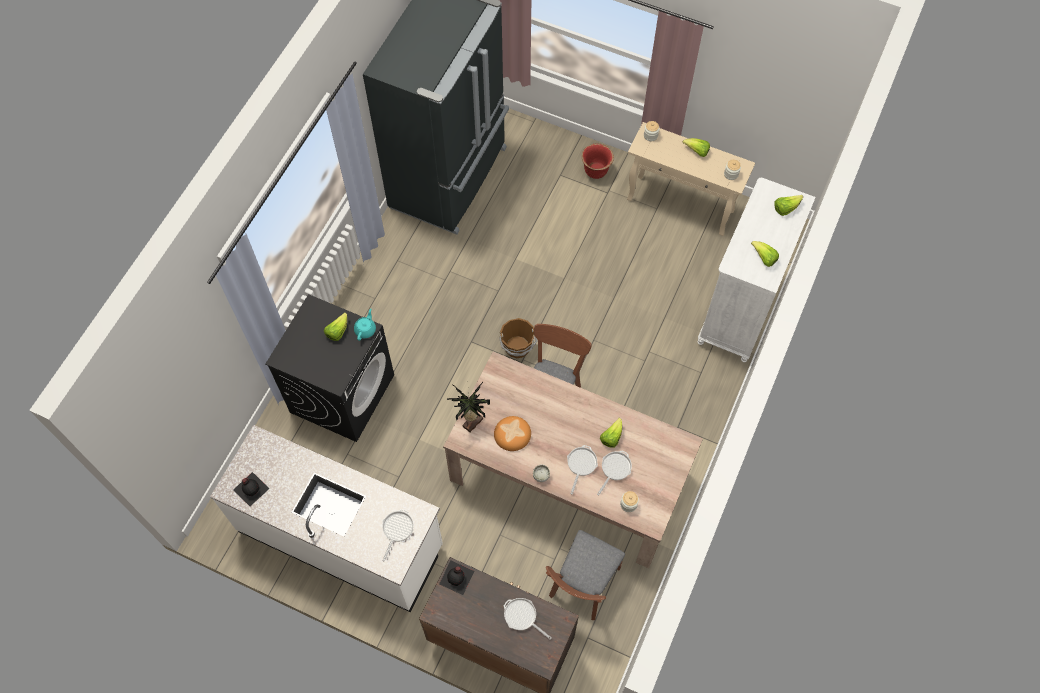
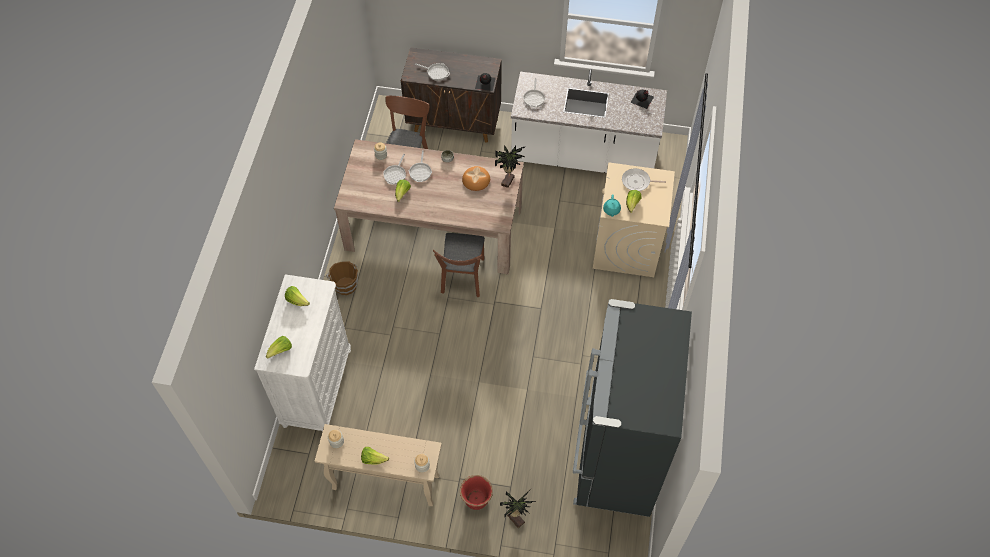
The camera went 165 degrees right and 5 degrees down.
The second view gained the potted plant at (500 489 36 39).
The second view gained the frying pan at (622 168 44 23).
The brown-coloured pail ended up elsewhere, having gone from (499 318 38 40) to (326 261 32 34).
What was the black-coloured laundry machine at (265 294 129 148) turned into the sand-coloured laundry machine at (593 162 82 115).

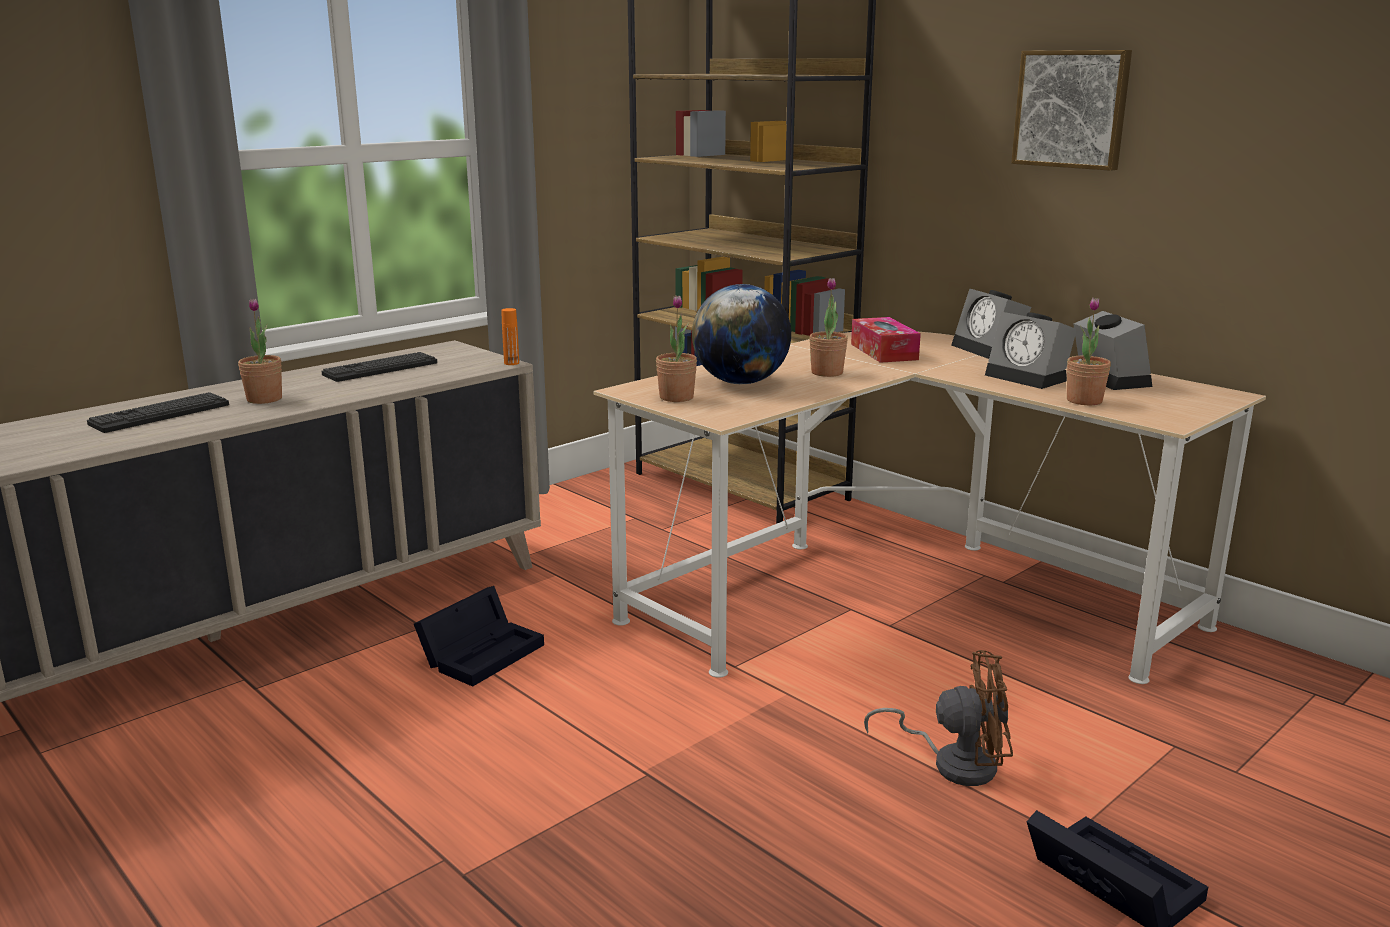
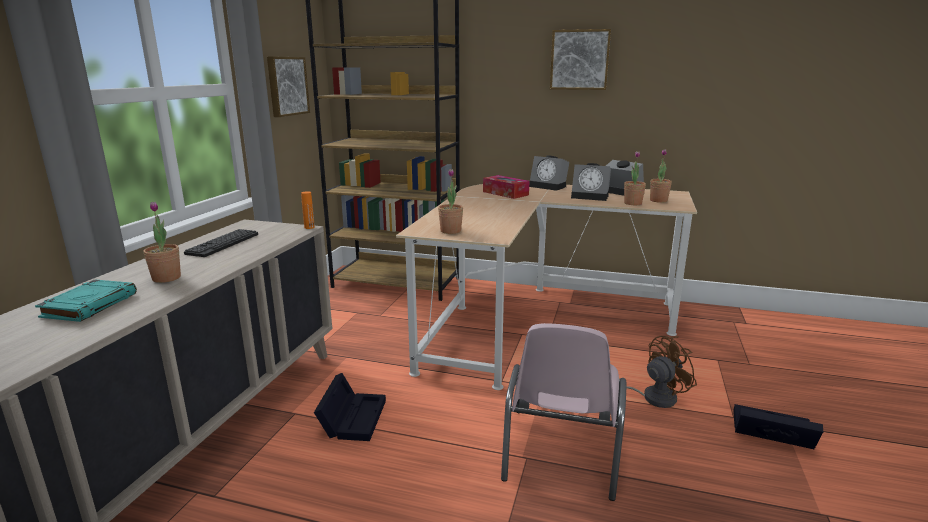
The camera went 30 degrees left and 0 degrees up.
The second view lost the world globe at (692 284 99 100).
The second view gained the picture at (267 56 43 61).
The second view gained the pink-coloured plain chair at (501 323 126 178).
The potted plant ended up elsewhere, having gone from (809 278 39 99) to (650 149 22 54).
Where the computer keyboard stood at (87 392 142 41), the blue-green bound book came to stand at (35 279 102 43).

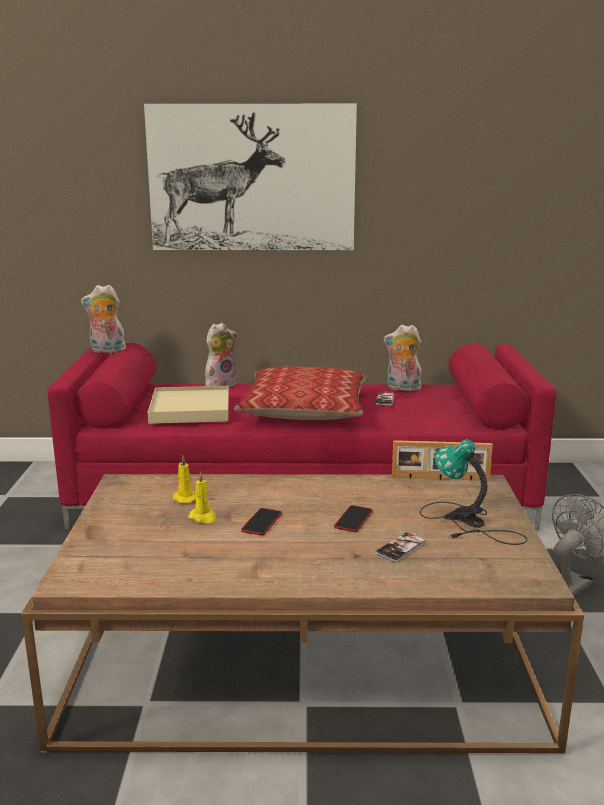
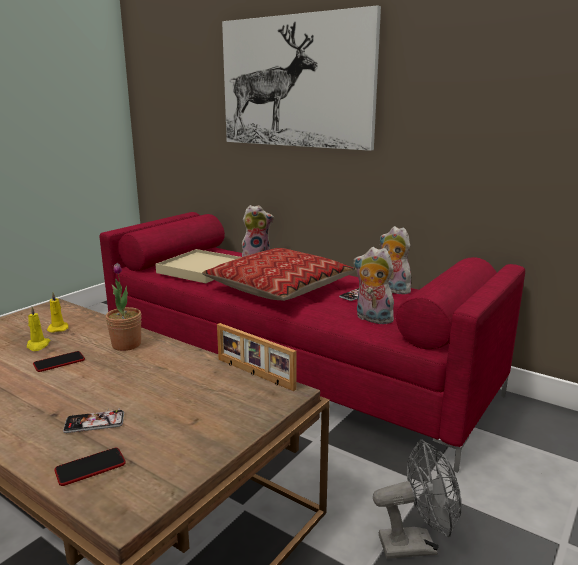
The camera went 35 degrees right and 0 degrees up.
The second view lost the lamp for a table at (420 439 107 106).
The second view gained the potted plant at (106 263 35 88).
The soft toy ended up elsewhere, having gone from (81 285 45 68) to (353 247 41 78).
The telephone ended up elsewhere, having gone from (334 505 39 27) to (55 448 71 38).

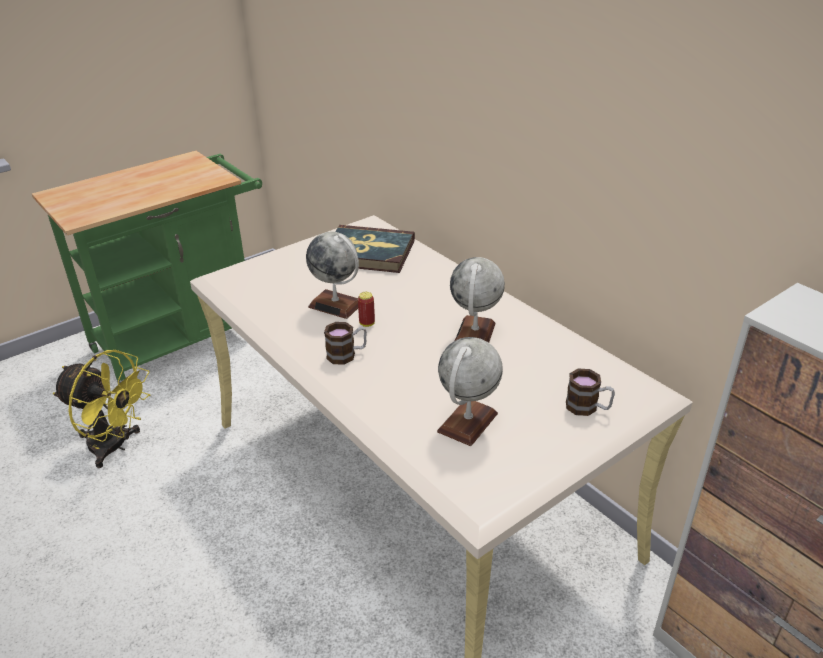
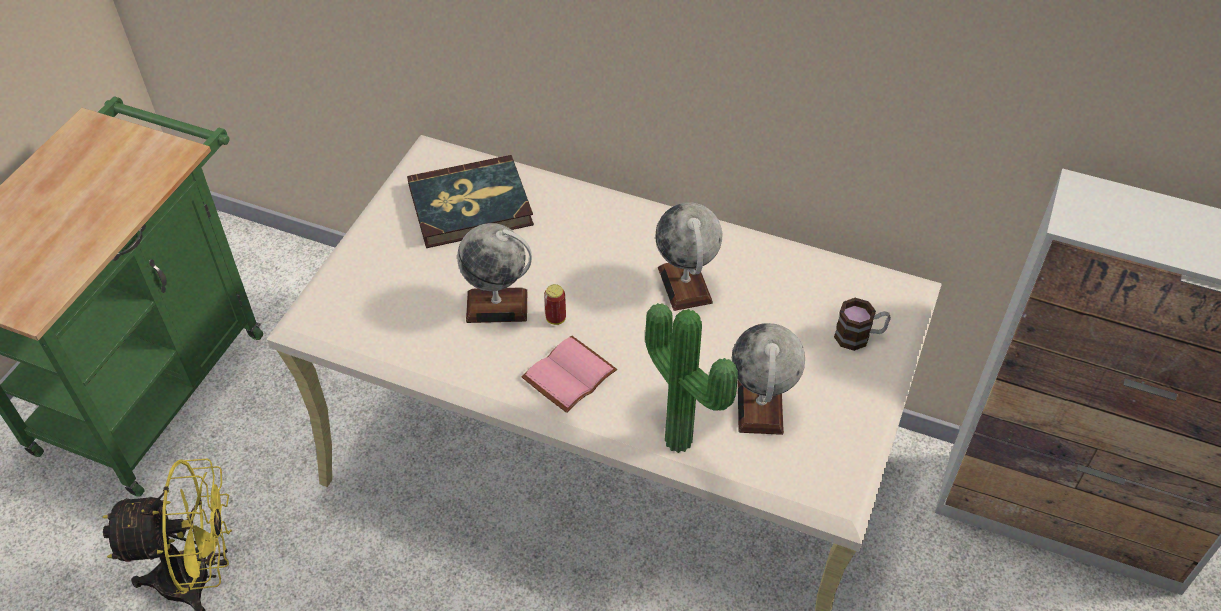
The camera went 30 degrees left and 15 degrees up.
The second view gained the potted plant at (645 303 93 150).
Where the tea mug stood at (324 322 43 43), the pink-coloured bound book came to stand at (521 336 96 77).

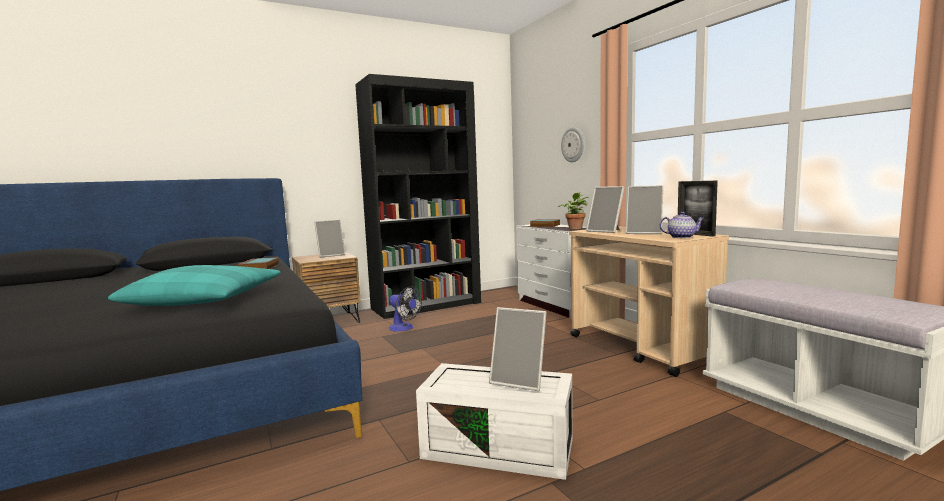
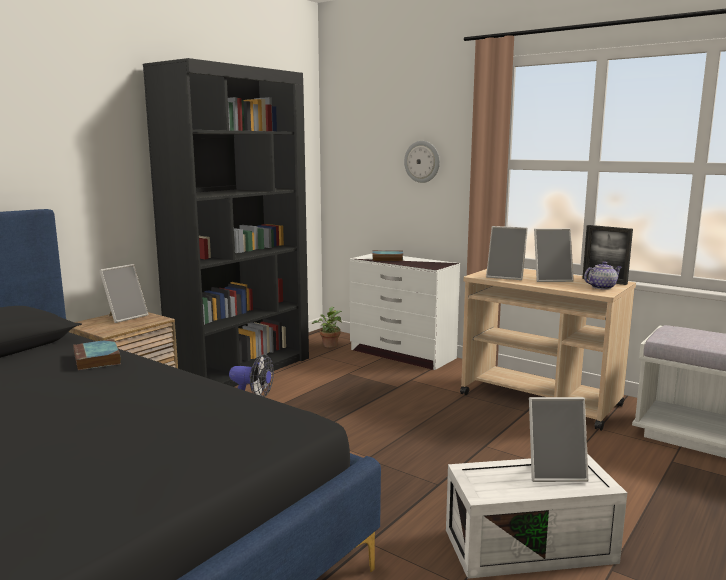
The camera went 25 degrees left and 5 degrees up.
The second view lost the blue-green throw pillow at (108 265 173 41).
The potted plant ended up elsewhere, having gone from (558 193 31 36) to (312 307 30 41).

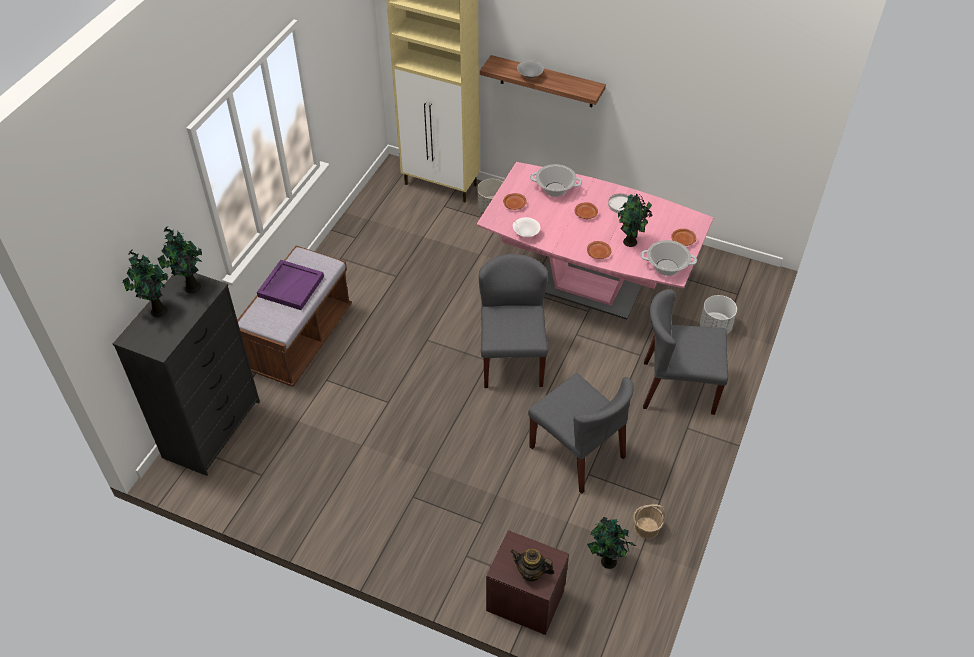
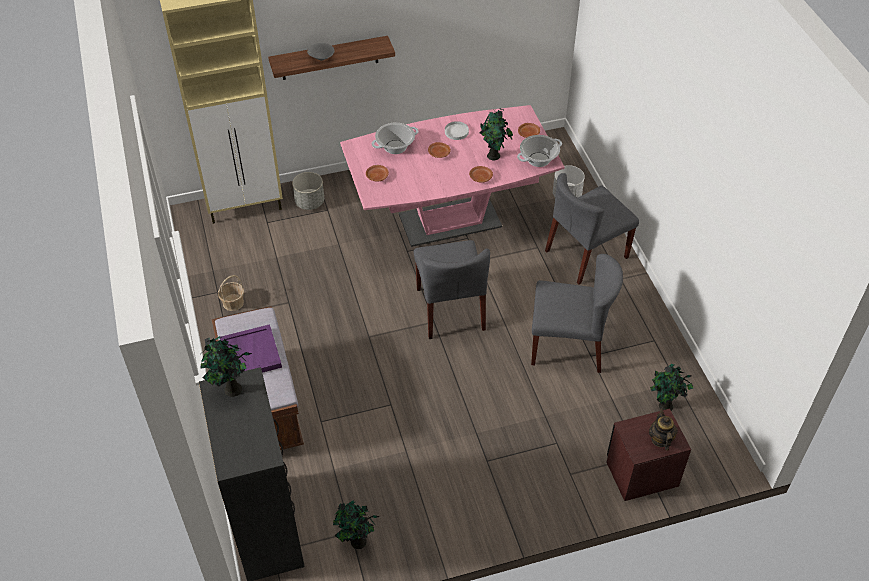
The camera went 40 degrees left and 0 degrees up.
The second view lost the white serving bowl at (513 217 28 20).
The potted plant ended up elsewhere, having gone from (122 250 46 67) to (333 500 47 49).
The basket ended up elsewhere, having gone from (633 505 32 35) to (218 275 26 36).
The greyish plain chair at (479 254 69 134) ended up facing another way, 150 degrees counterclockwise from before.
The pot for tea at (511 549 43 33) ended up facing another way, 105 degrees clockwise from before.

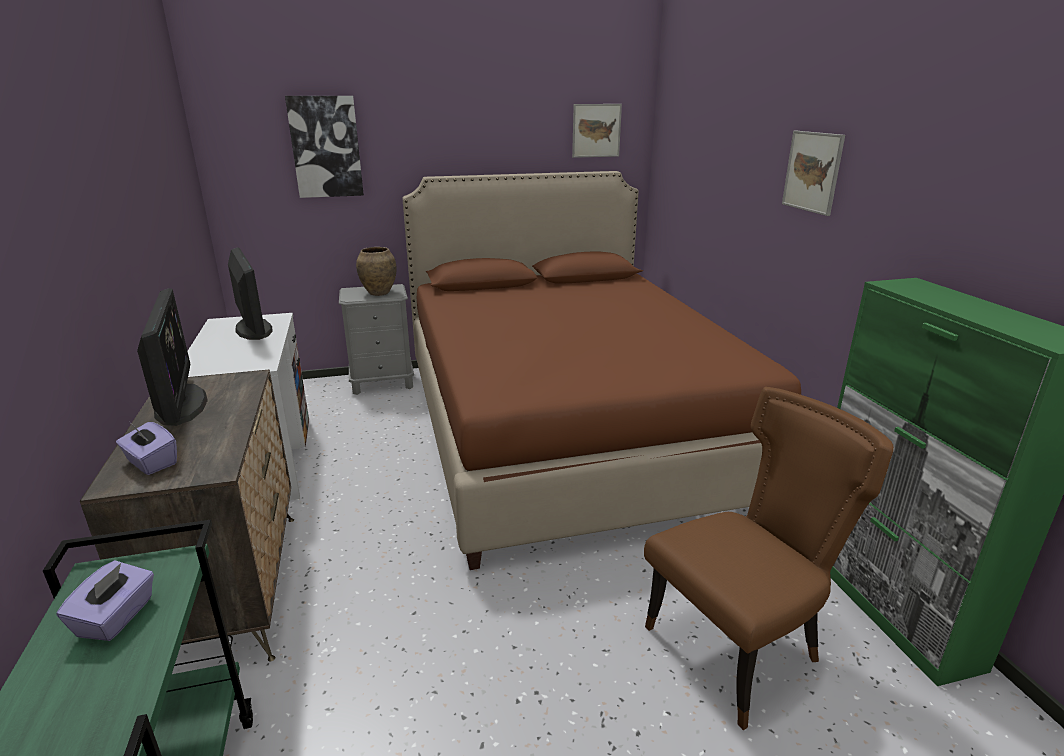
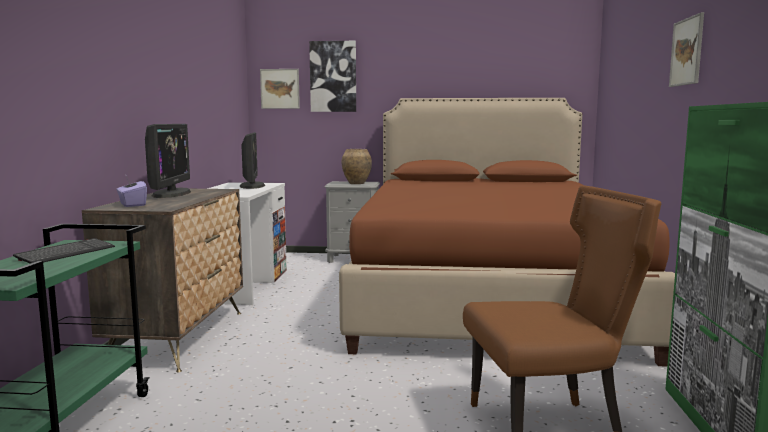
The camera went 20 degrees right and 15 degrees down.
The picture ended up elsewhere, having gone from (572 104 50 54) to (260 69 40 40).
Where the purplish tissue holder stood at (57 560 97 81), the computer keyboard came to stand at (13 238 102 26).

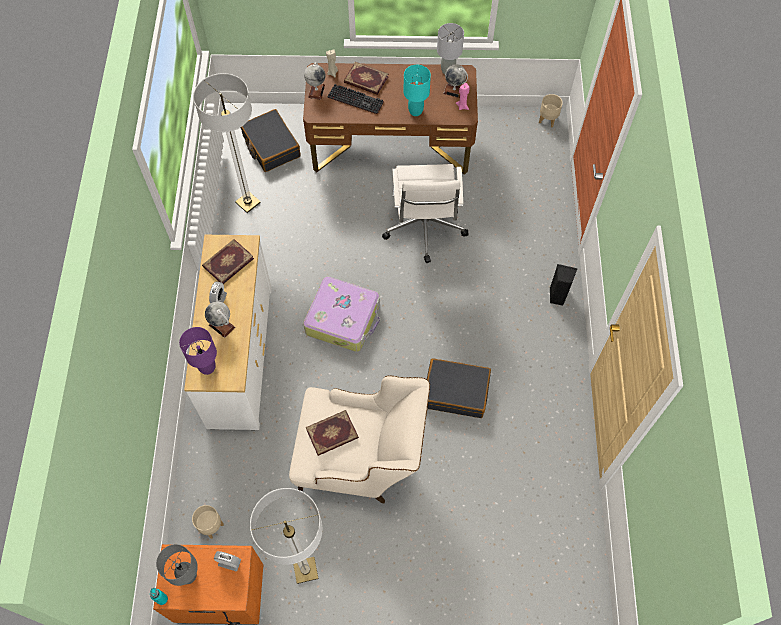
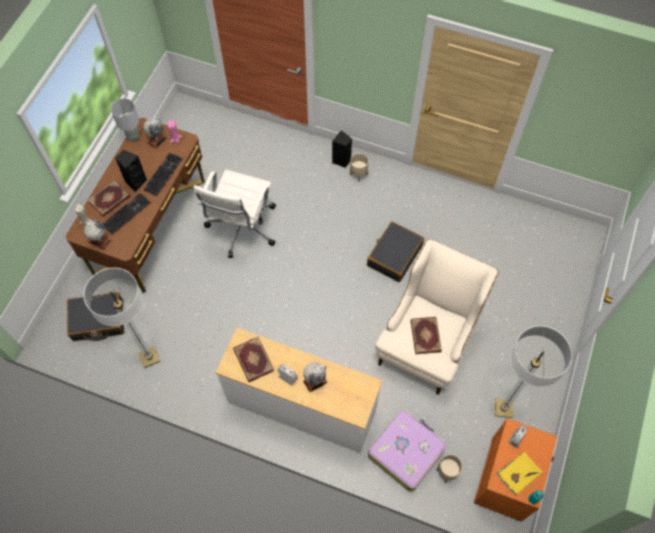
The camera went 70 degrees left and 0 degrees up.
The second view lost the purplish lamp for a table at (179 327 38 48).
The second view gained the black-coloured audio speaker at (115 150 32 42).
The travel case ended up elsewhere, having gone from (303 277 77 75) to (368 410 78 82).
The sand-coloured plant pot ended up elsewhere, having gone from (539 94 24 33) to (350 153 19 29).
Where the greyish lamp for a table stood at (156 544 42 42), the yellow-coloured bound book came to stand at (497 452 45 43).
Where the blue-green lamp for a table stood at (403 65 28 51), the computer keyboard came to stand at (144 152 38 44).
The white computer chair at (382 164 87 99) ended up facing another way, 90 degrees clockwise from before.

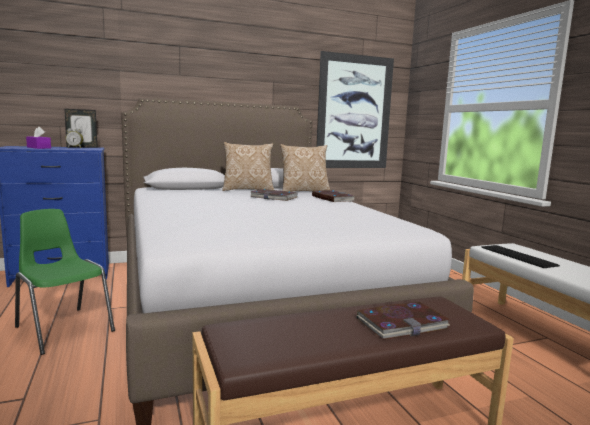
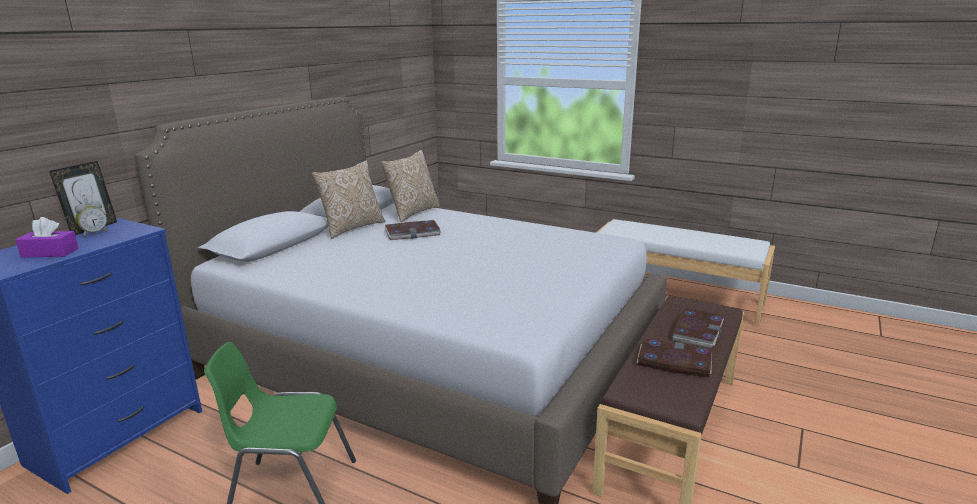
The camera went 40 degrees left and 10 degrees up.
The second view lost the picture at (316 51 78 117).
The second view lost the computer keyboard at (481 245 79 23).
The bound book ended up elsewhere, having gone from (312 190 44 12) to (636 338 76 39).

